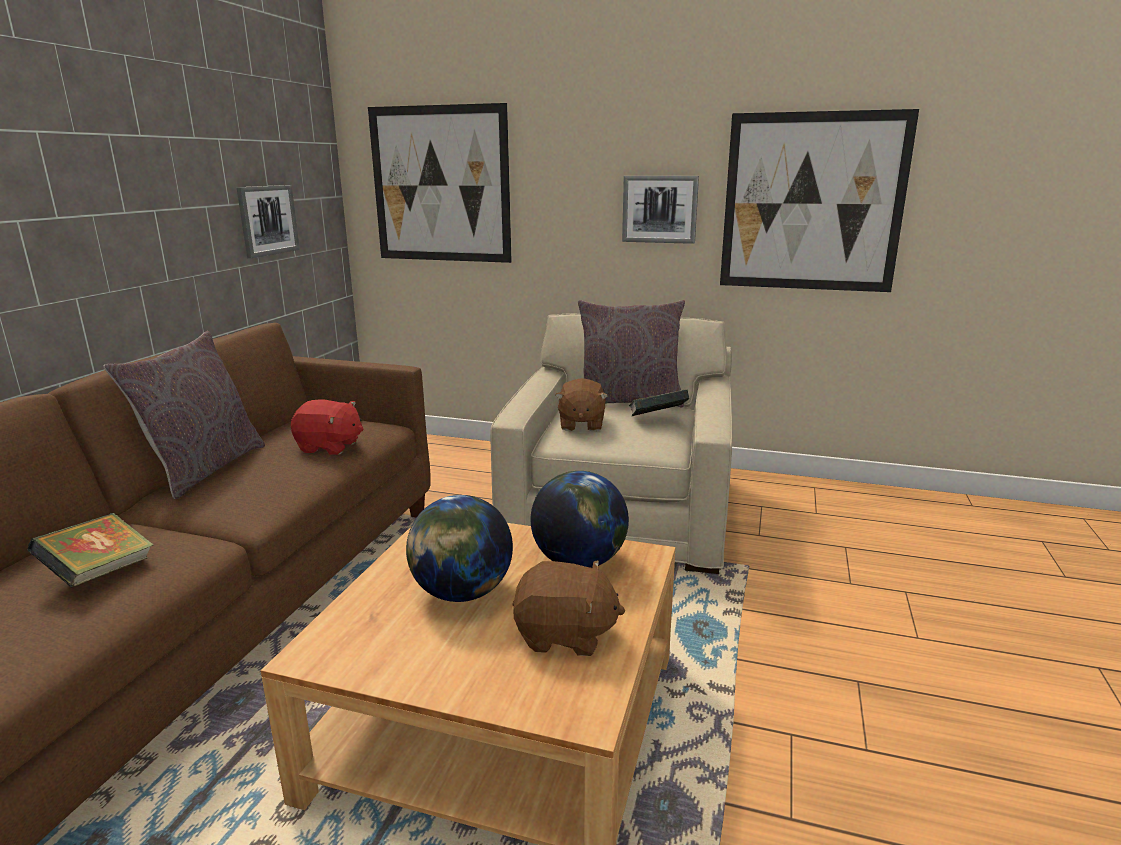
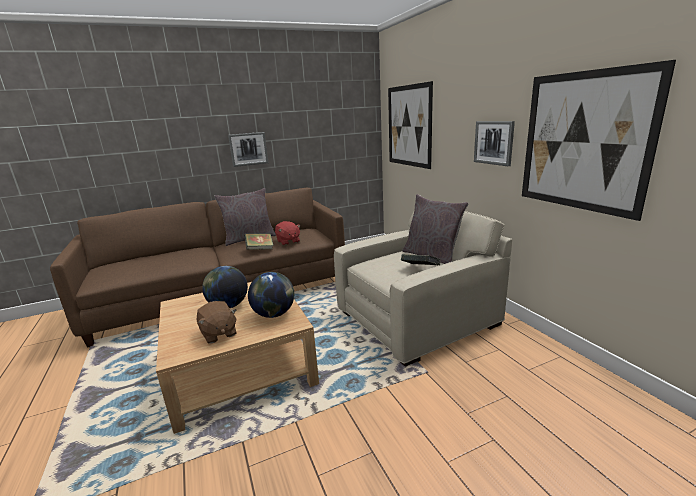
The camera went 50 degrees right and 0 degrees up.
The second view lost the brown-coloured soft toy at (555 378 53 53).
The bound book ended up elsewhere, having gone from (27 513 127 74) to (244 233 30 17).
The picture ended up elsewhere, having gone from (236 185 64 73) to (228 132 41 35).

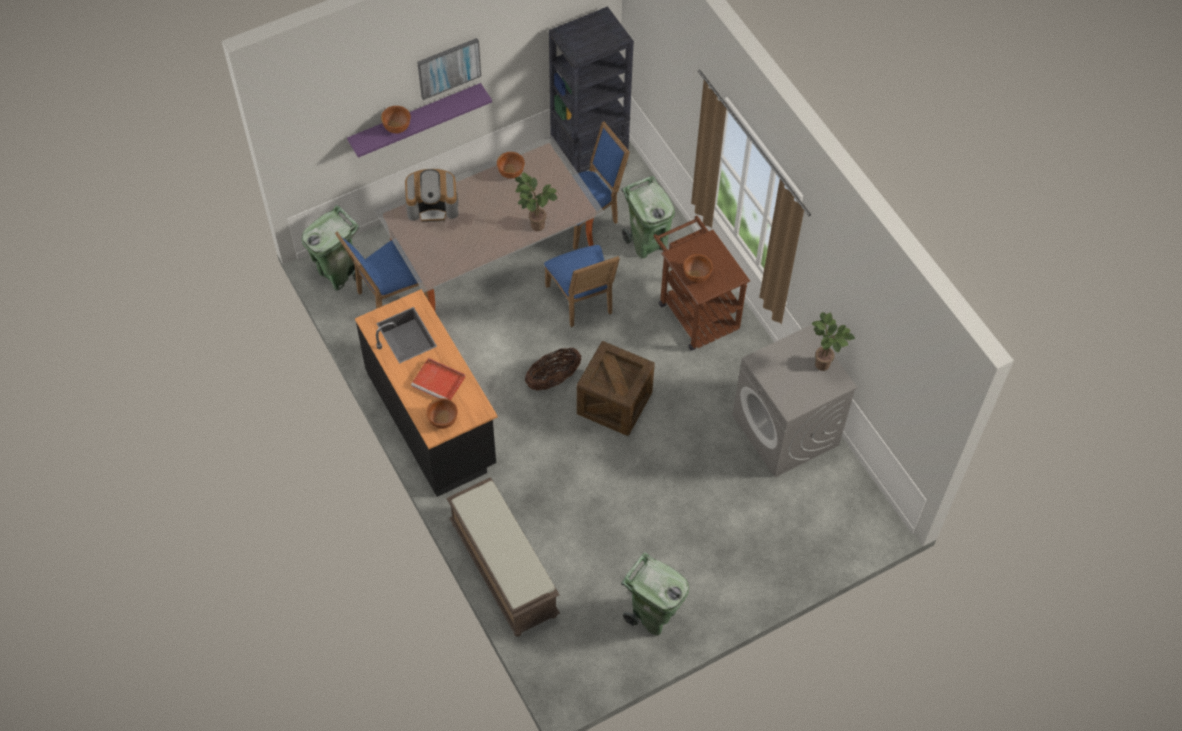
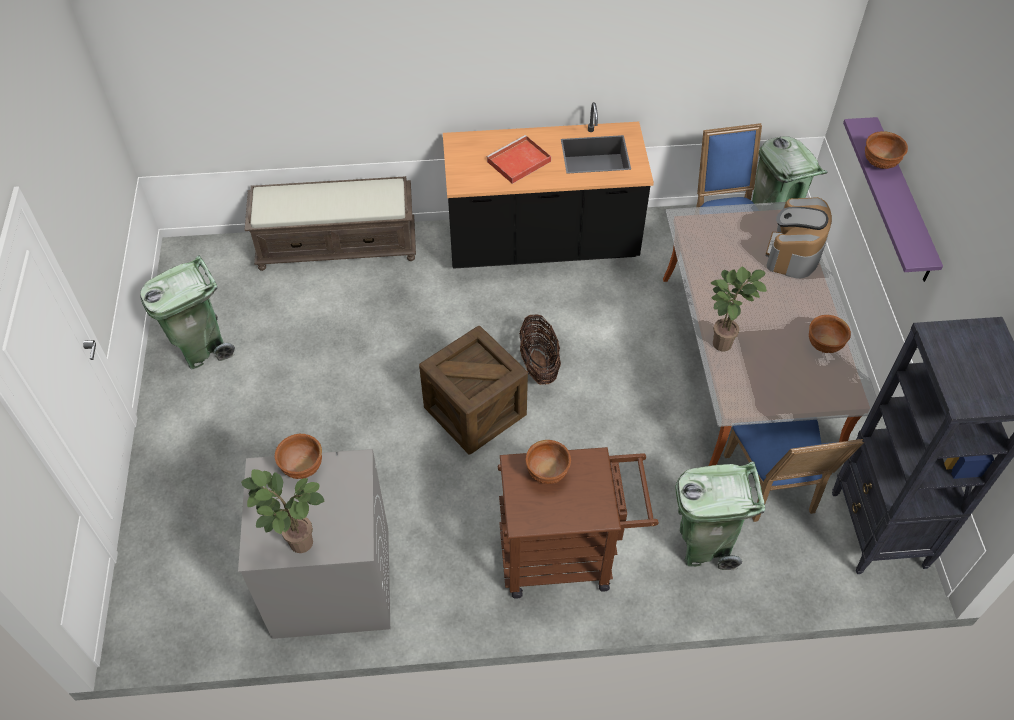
The camera went 115 degrees right and 5 degrees down.
The second view lost the picture at (417 38 64 62).
The second view lost the bluish plain chair at (544 245 76 82).
The brown-coloured serving bowl ended up elsewhere, having gone from (426 398 32 31) to (275 434 47 45).

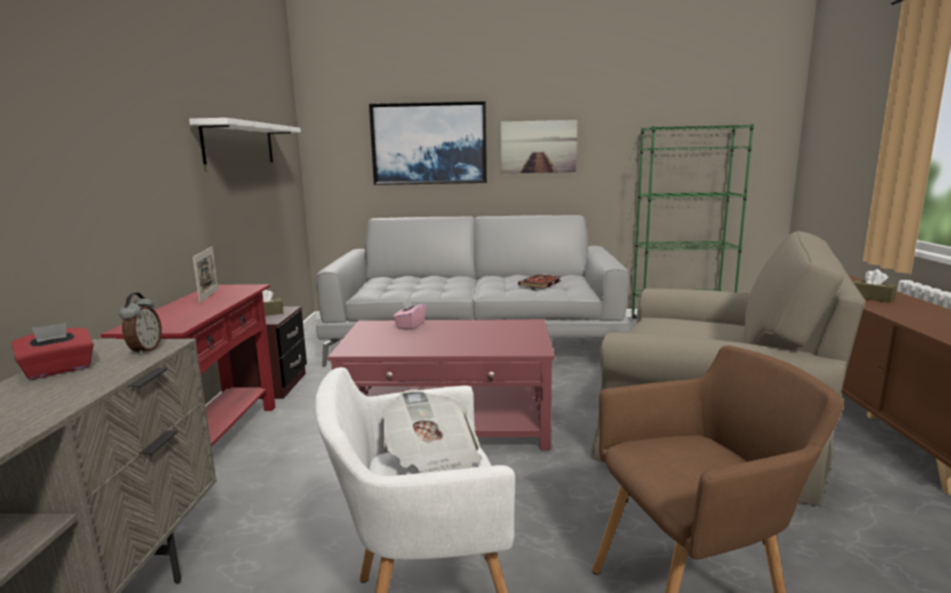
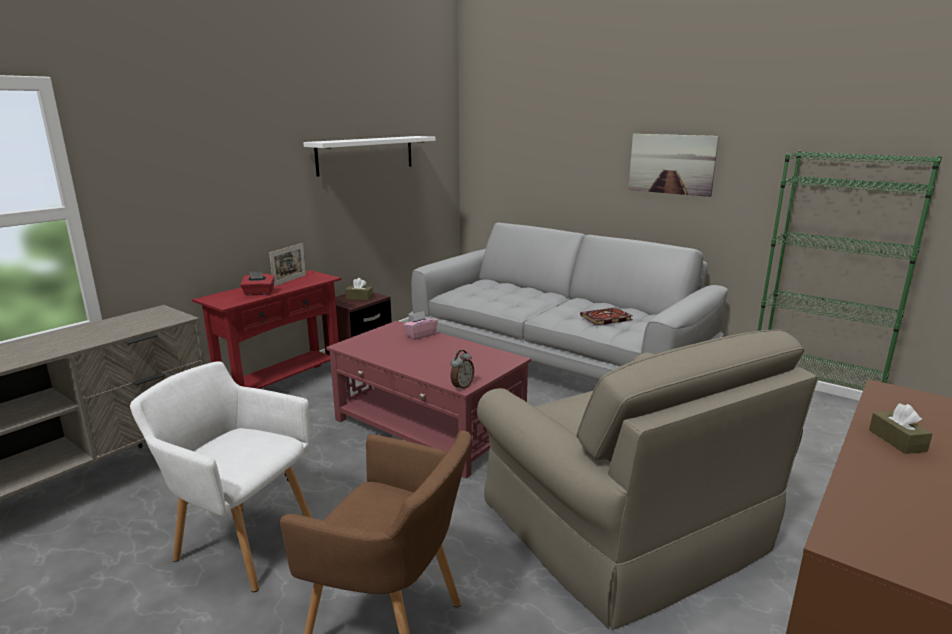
The camera went 35 degrees right and 5 degrees up.
The second view lost the picture at (369 101 118 84).
The second view lost the daily paper at (382 389 100 84).
The red tissue holder ended up elsewhere, having gone from (11 323 83 57) to (240 272 35 23).
The table clock ended up elsewhere, having gone from (119 292 43 64) to (451 350 23 41).

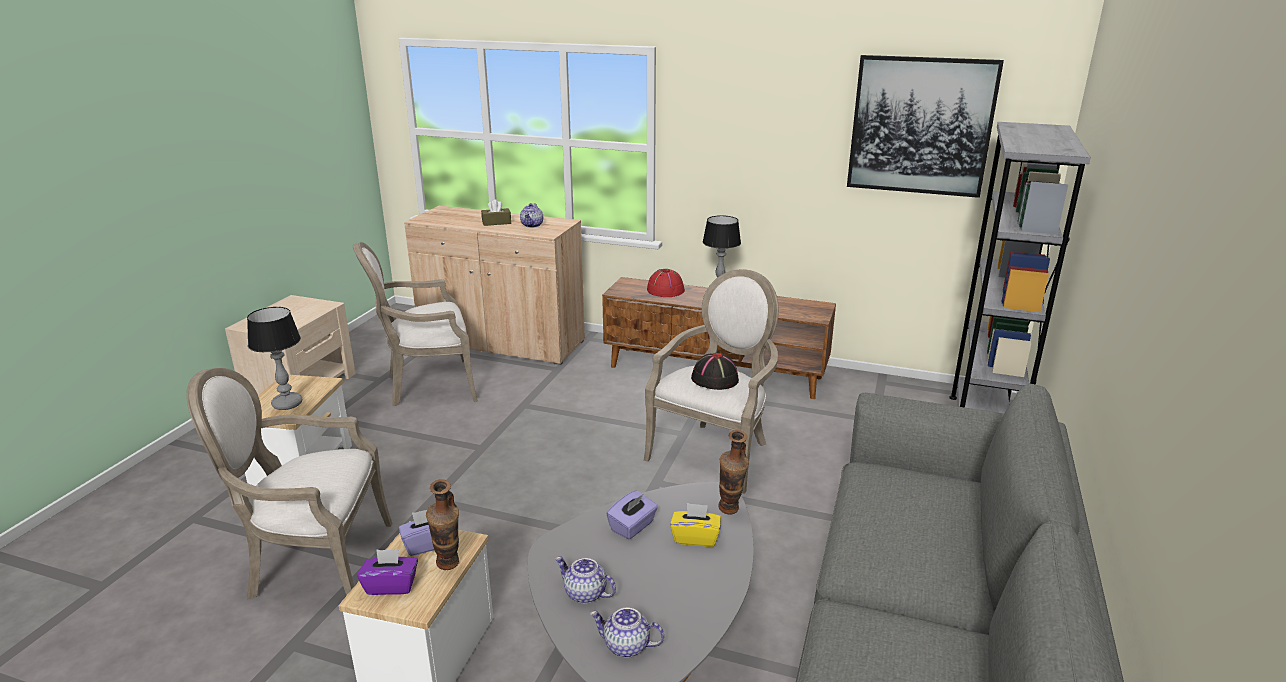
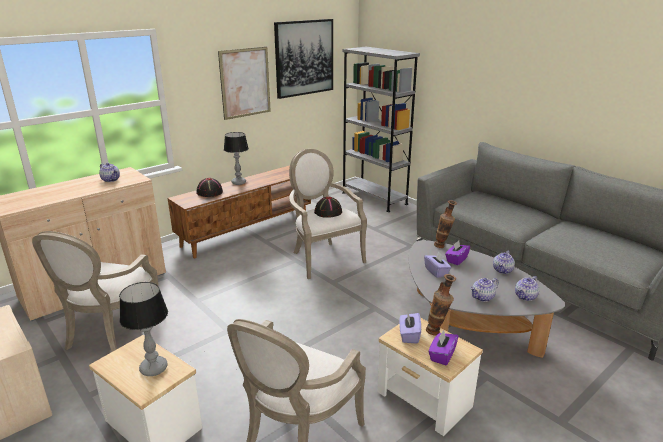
The camera went 60 degrees left and 0 degrees up.
The second view lost the brown-coloured tissue holder at (481 199 30 27).
The second view gained the picture at (218 47 53 73).
The second view gained the pot for tea at (493 250 22 24).
What was the red clothing hat at (647 269 38 28) turned into the black-coloured clothing hat at (196 178 27 19).
What was the yellow-coloured tissue holder at (670 503 51 44) turned into the purplish tissue holder at (445 241 25 24).

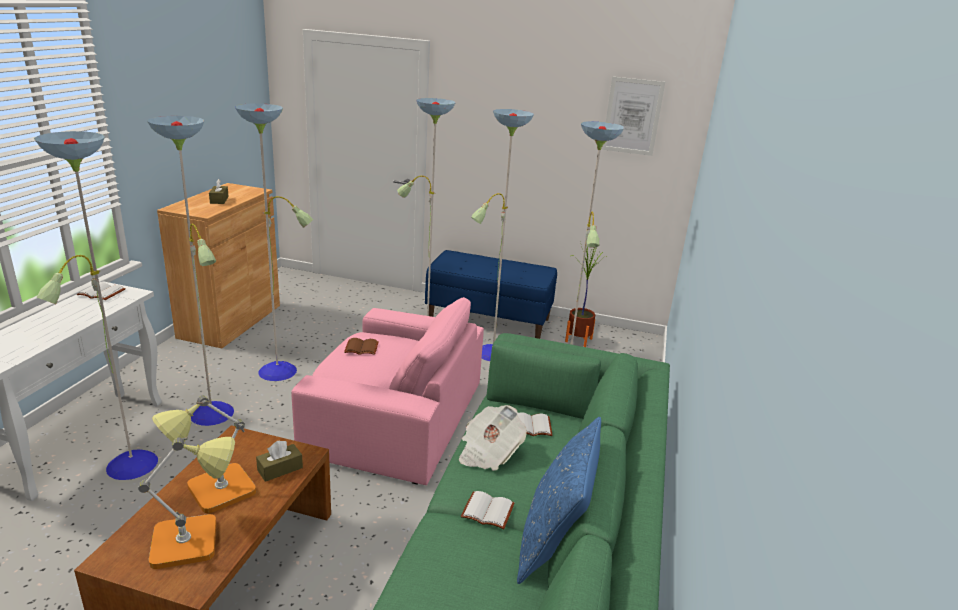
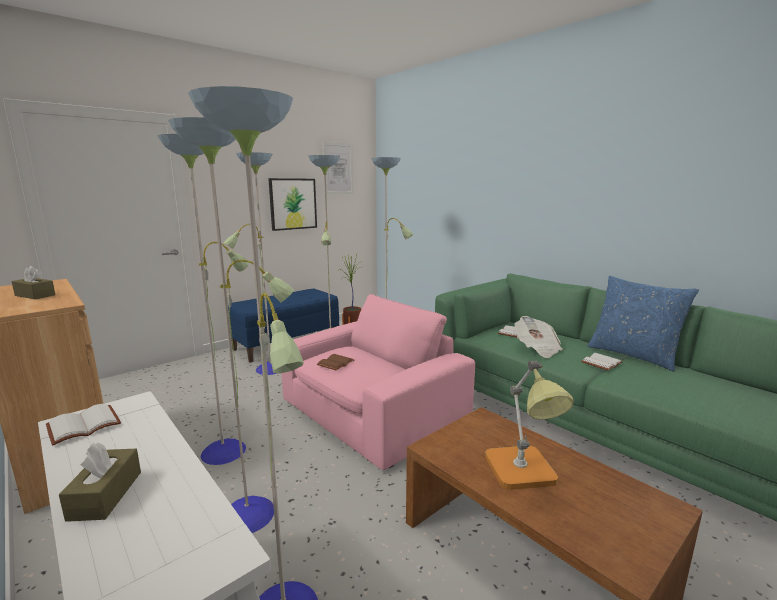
The camera went 55 degrees left and 10 degrees down.
The second view lost the lamp for a table at (138 437 97 132).
The second view gained the picture at (268 178 49 53).
The brown-coloured tissue holder ended up elsewhere, having gone from (256 440 47 42) to (59 442 82 80).

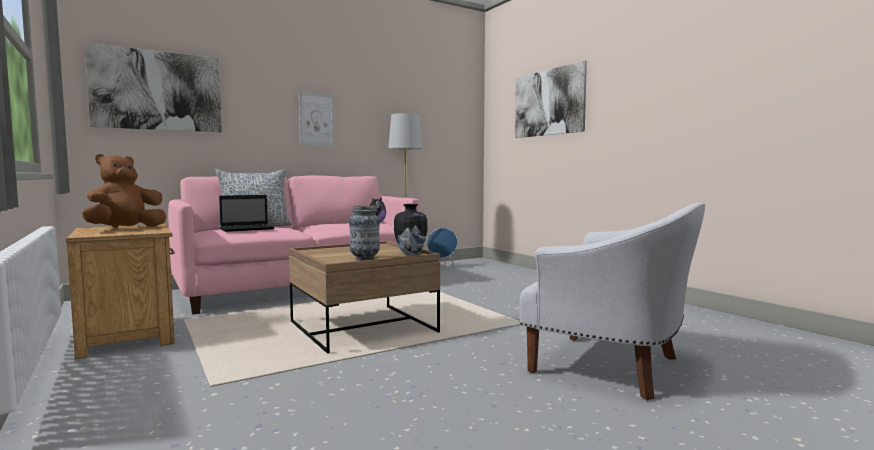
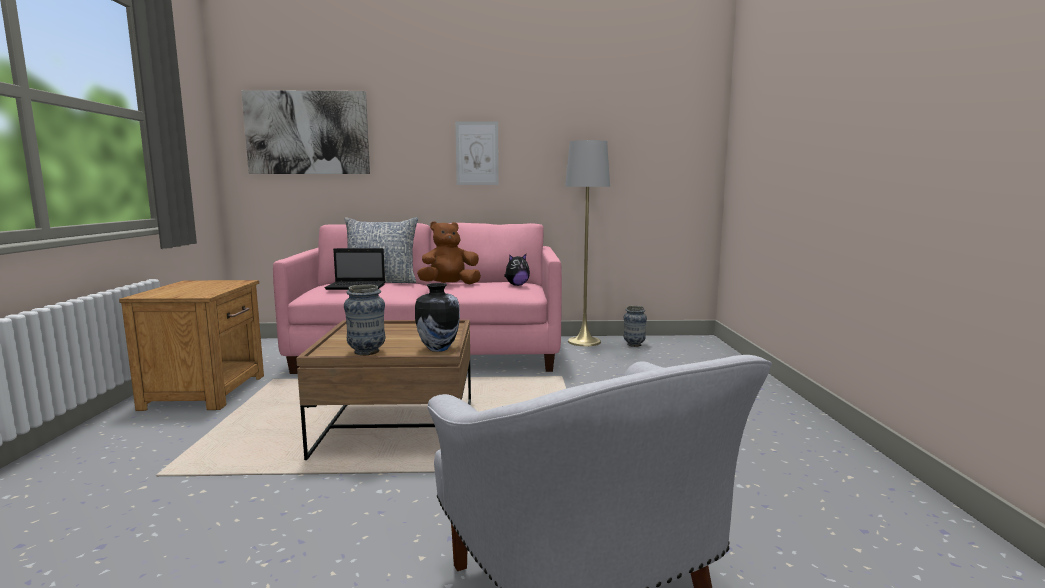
The camera went 30 degrees right and 5 degrees up.
The second view lost the picture at (515 61 72 77).
The brown-coloured soft toy ended up elsewhere, having gone from (82 154 84 74) to (417 221 64 63).
Where the bluish audio speaker stood at (427 228 30 40), the vase came to stand at (624 305 23 42).

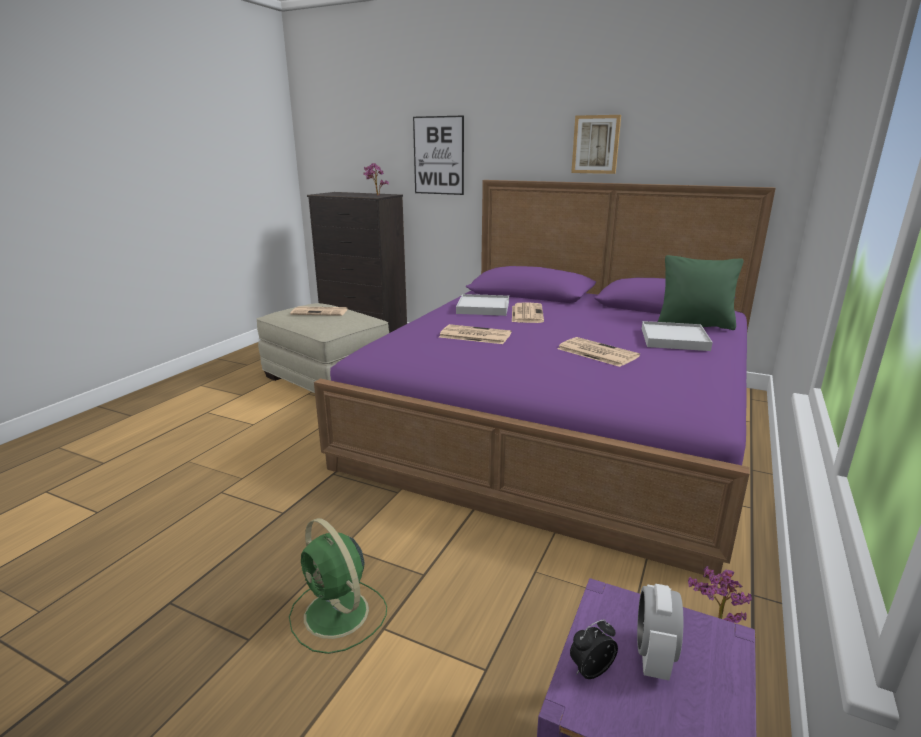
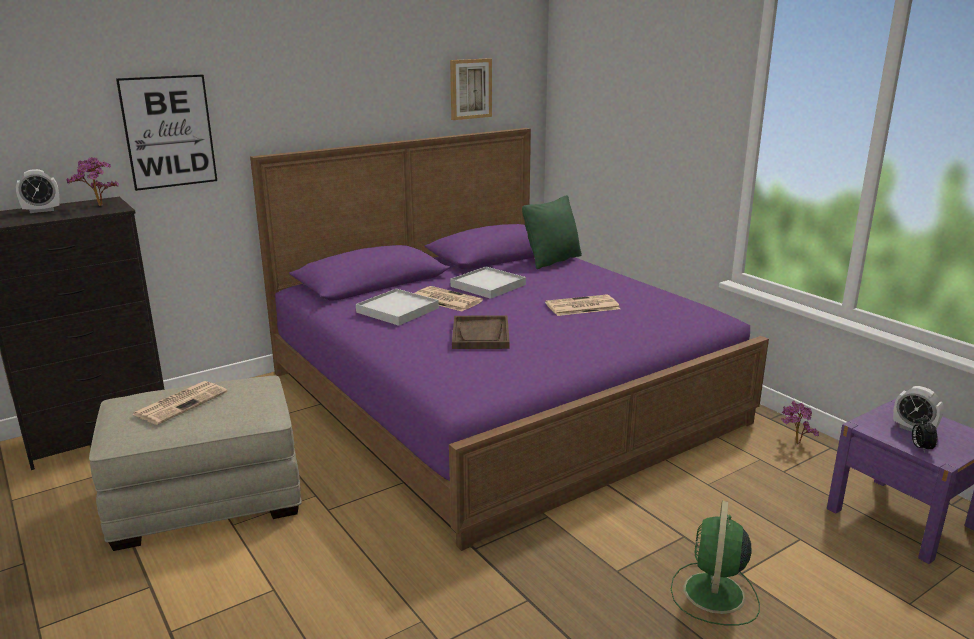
The camera went 60 degrees left and 0 degrees up.
The second view gained the table clock at (16 169 43 44).
The picture ended up elsewhere, having gone from (571 115 50 59) to (450 58 42 62).
The white serving tray ended up elsewhere, having gone from (642 321 71 30) to (450 267 76 32).
Where the daily paper stood at (439 324 73 20), the brown-coloured serving tray came to stand at (452 315 58 34).
The green-coloured cooling fan at (289 518 98 136) ended up facing another way, 120 degrees clockwise from before.

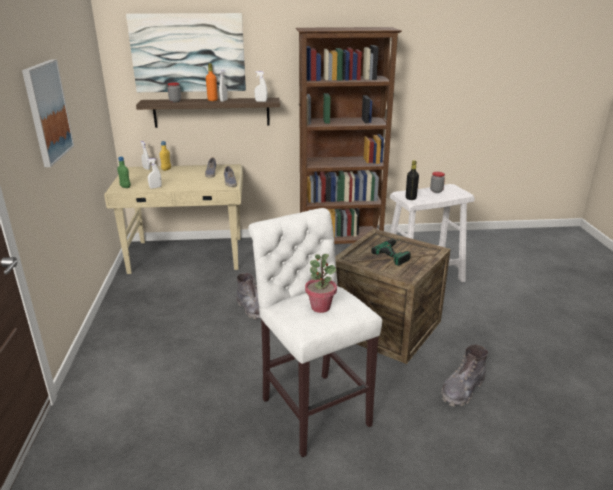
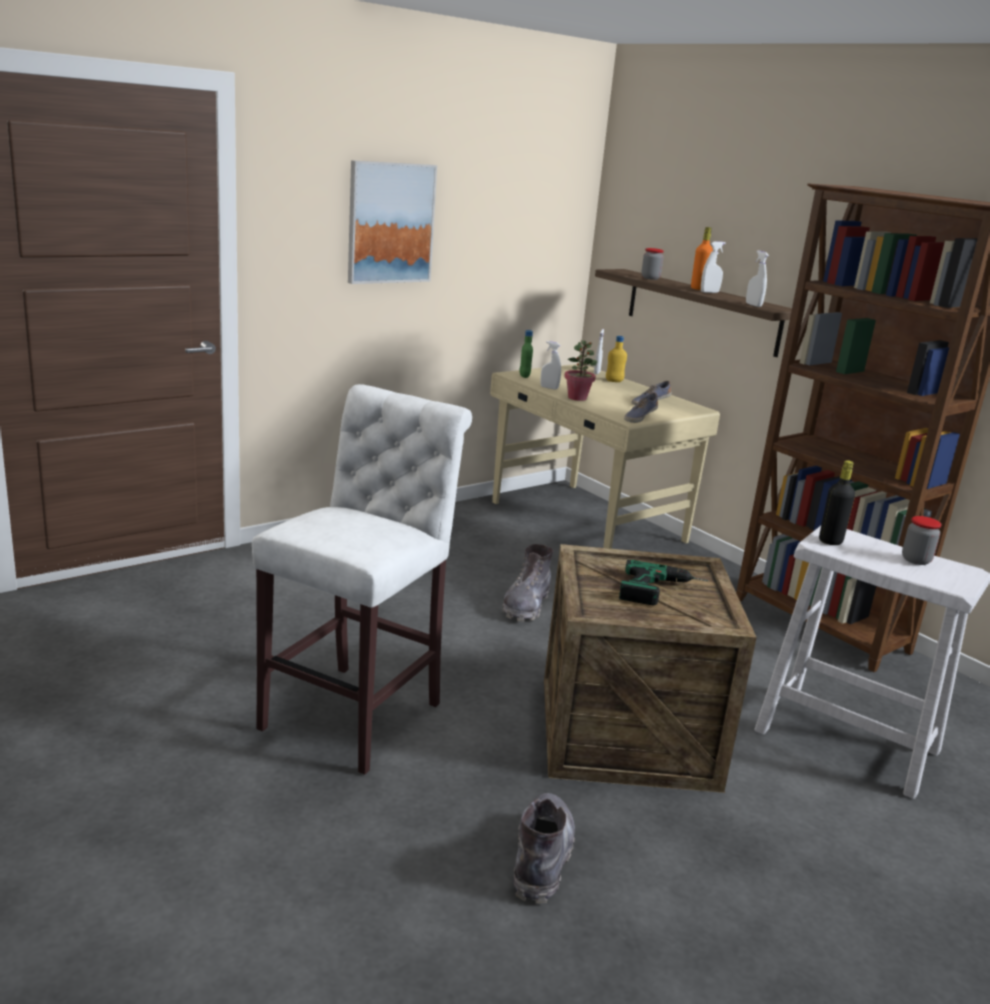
The camera went 55 degrees right and 5 degrees down.
The second view lost the picture at (126 13 120 79).
The potted plant ended up elsewhere, having gone from (305 254 32 59) to (564 340 34 61).
The greyish high-top boot at (441 344 47 63) ended up facing another way, 90 degrees clockwise from before.

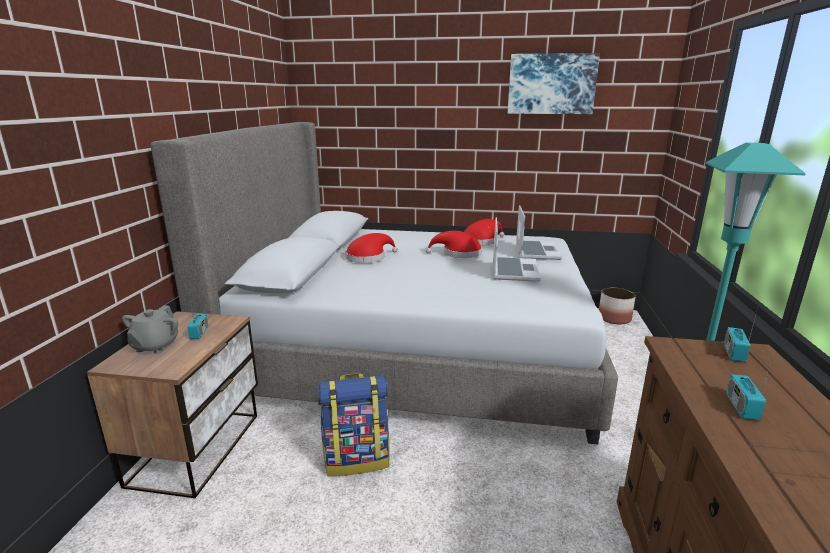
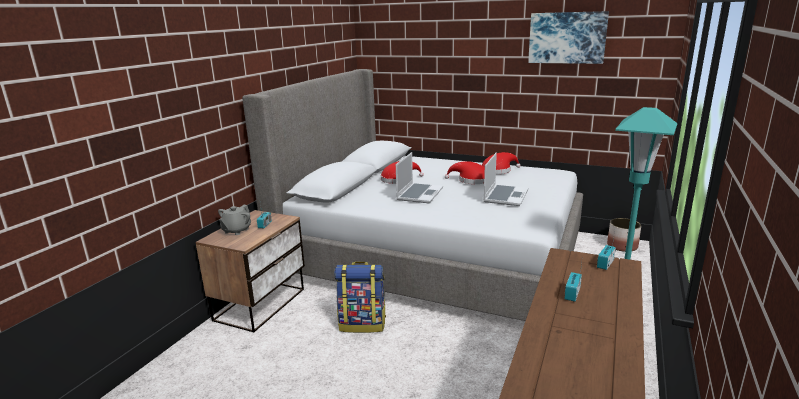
The camera went 15 degrees right and 0 degrees up.
The laptop ended up elsewhere, having gone from (516 205 46 55) to (396 152 47 51).

